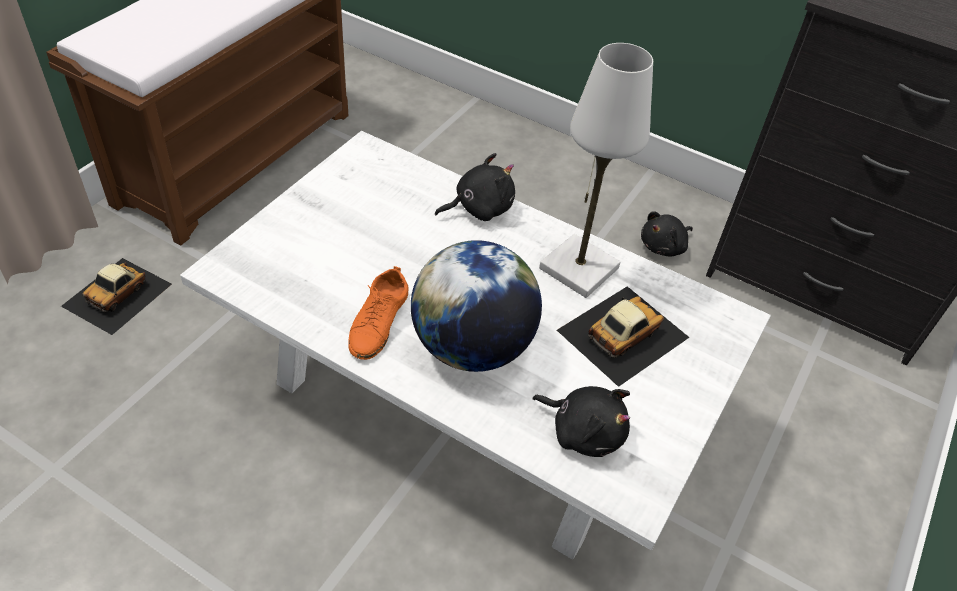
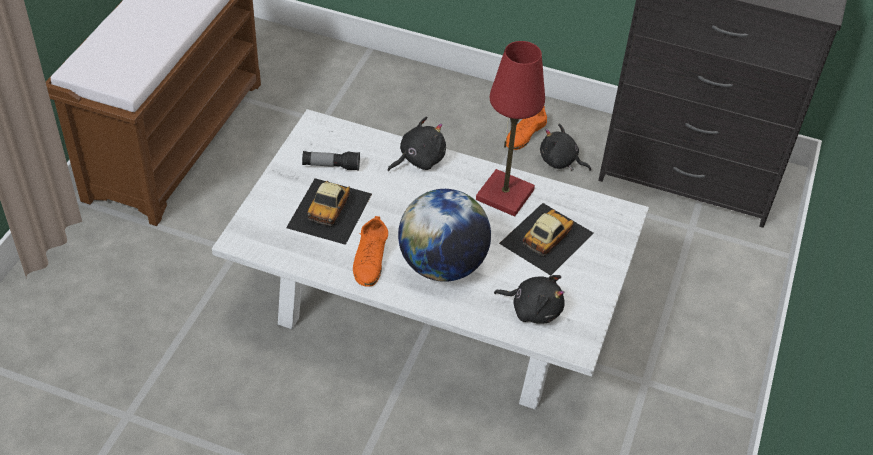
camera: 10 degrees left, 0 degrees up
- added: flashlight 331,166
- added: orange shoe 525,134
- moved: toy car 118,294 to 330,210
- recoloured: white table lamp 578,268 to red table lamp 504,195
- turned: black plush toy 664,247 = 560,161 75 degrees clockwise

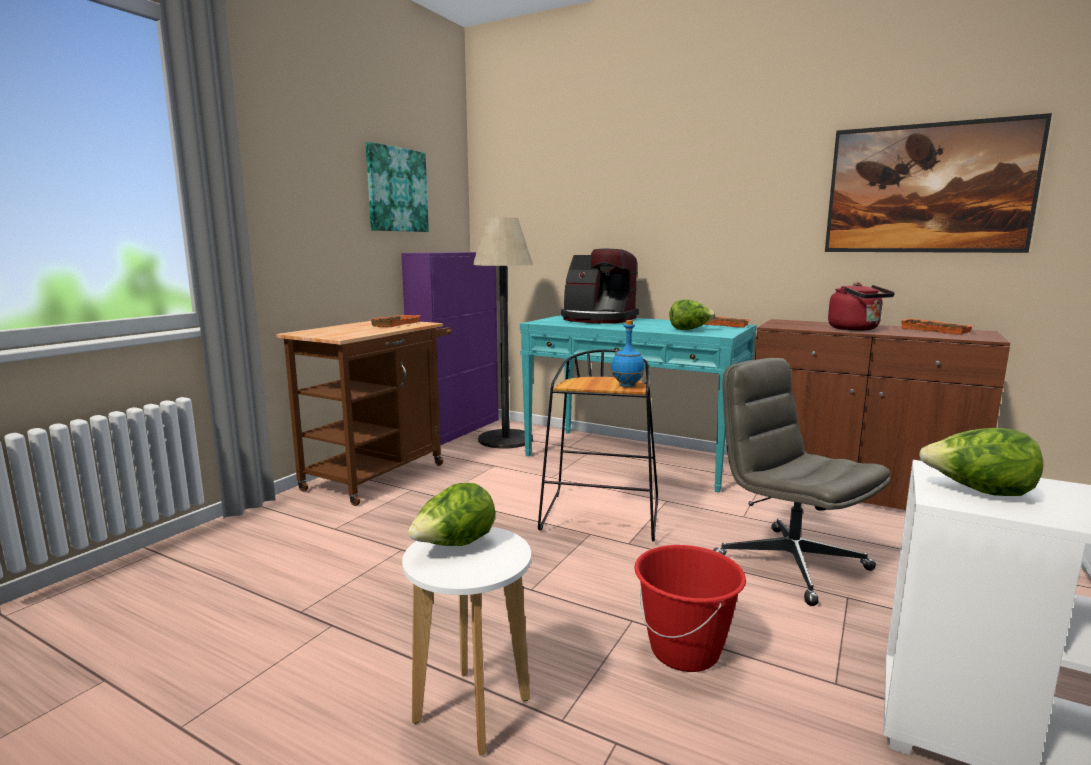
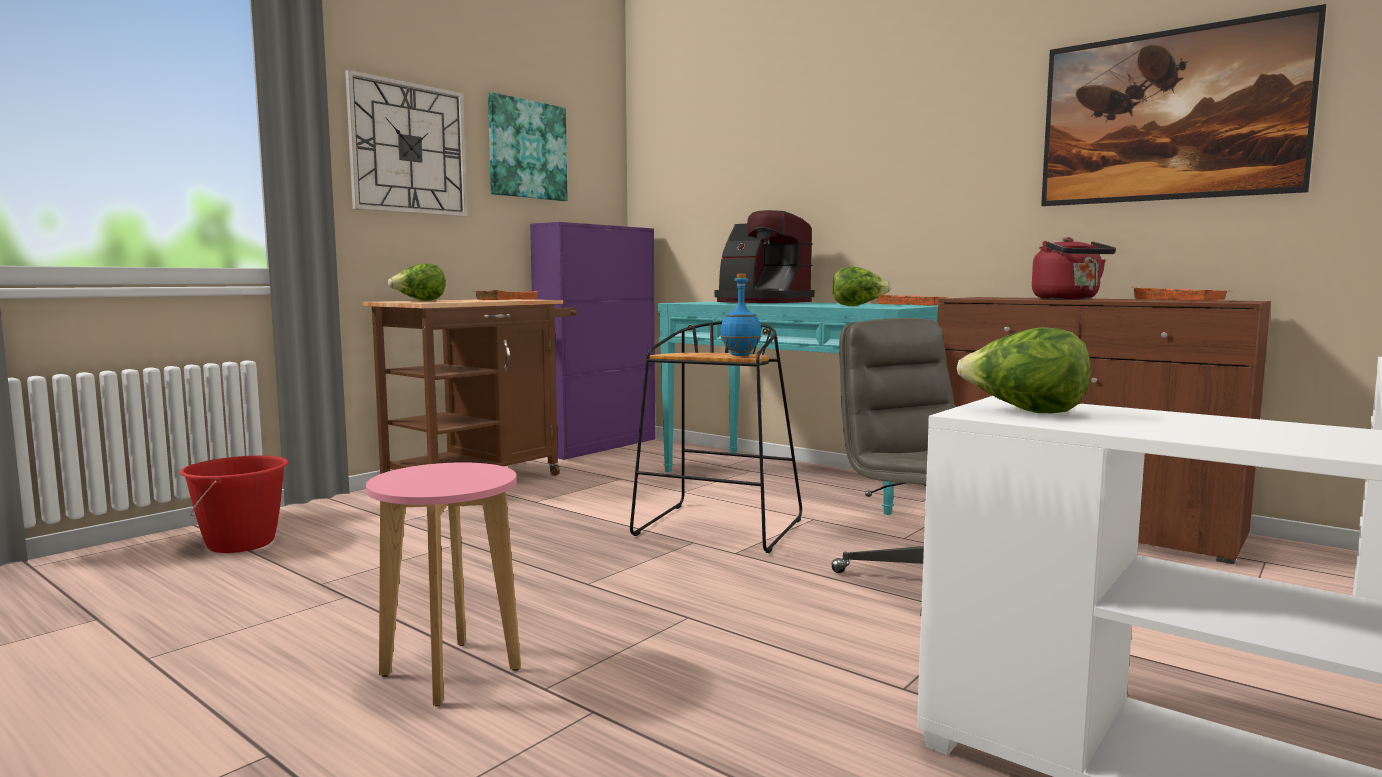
camera: 10 degrees right, 5 degrees down
- removed: floor lamp 505,439
- added: wall clock 408,148
- moved: lettuce 454,545 to 420,300
- moved: red bucket 685,651 to 241,543
- recoloured: white stool 472,711 to pink stool 450,672

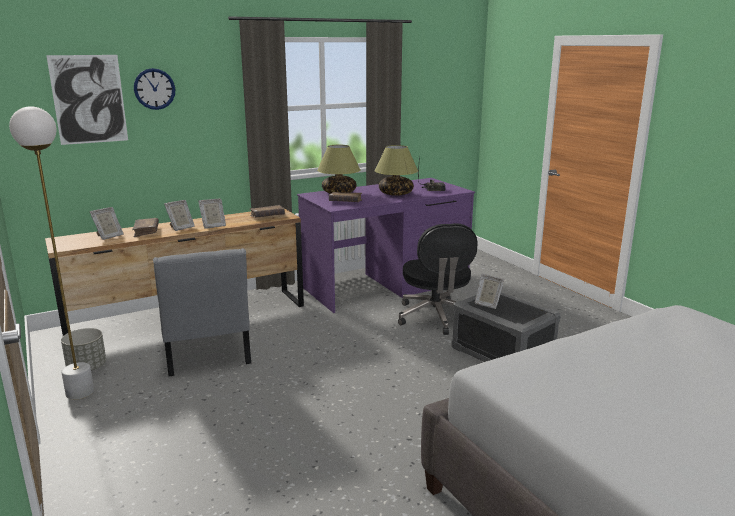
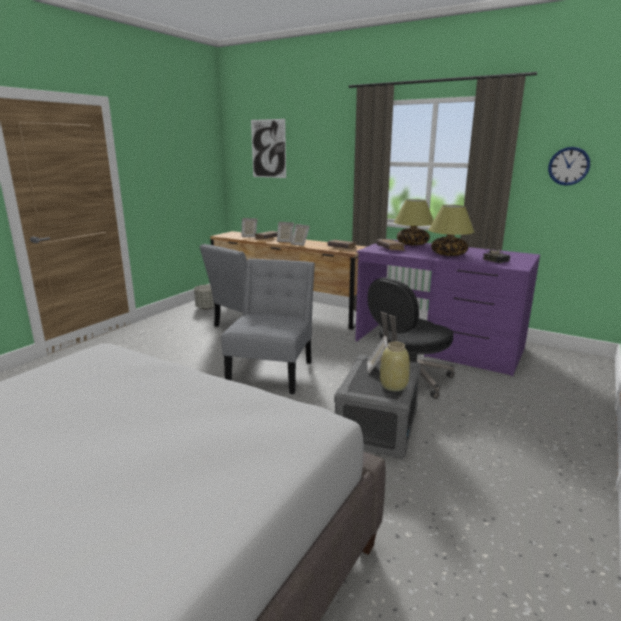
camera: 60 degrees right, 0 degrees up
- removed: white floor lamp 80,392
- added: grey chair 272,371
- added: beige vase 393,385
- moved: wall clock 154,89 to 568,166

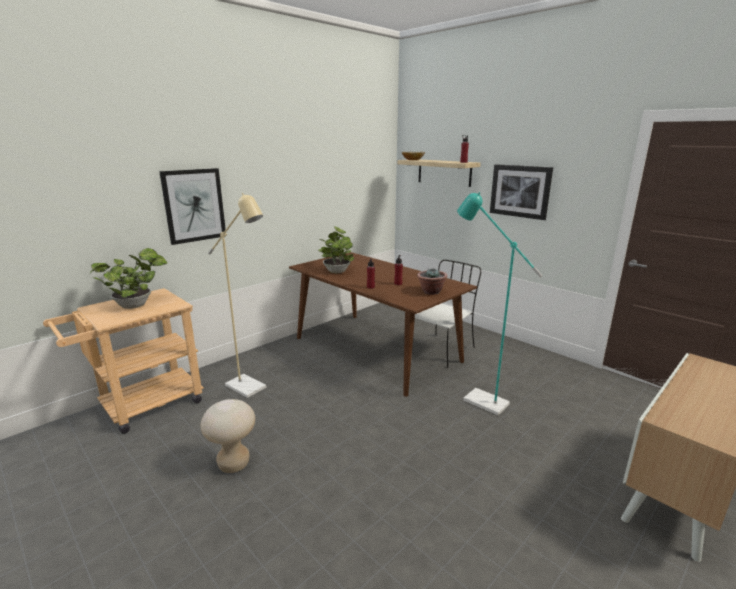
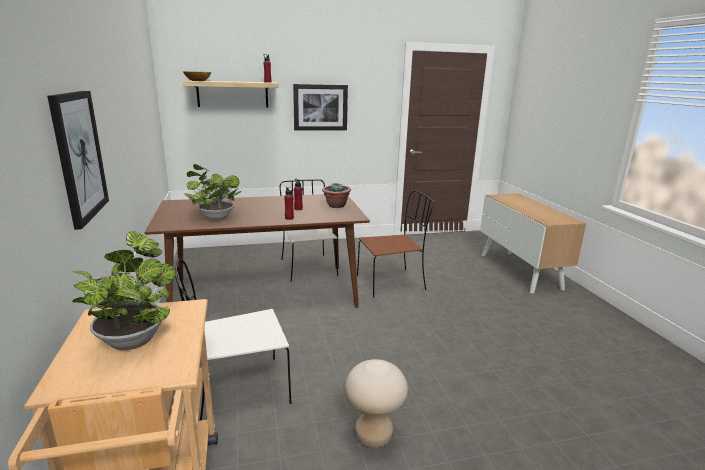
camera: 60 degrees left, 0 degrees up
- replaced: beige floor lamp 250,389 to white chair 238,389
- replaced: turquoise floor lamp 478,399 to brown chair 392,282

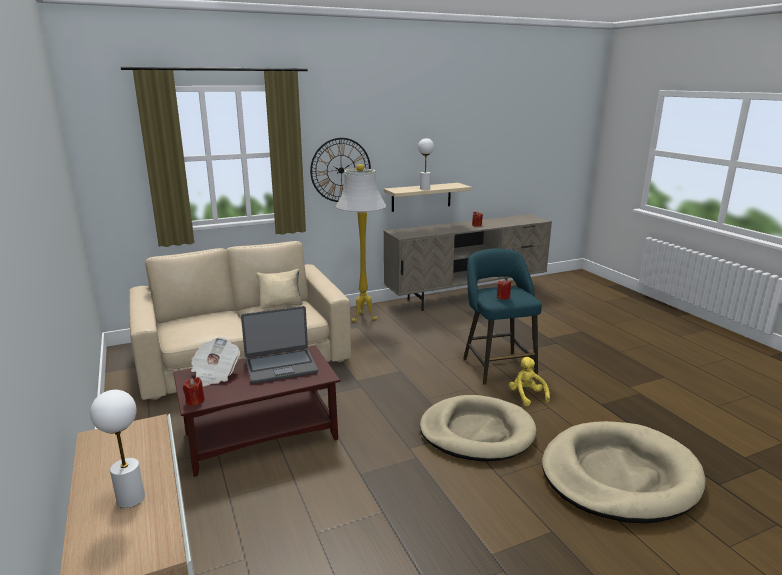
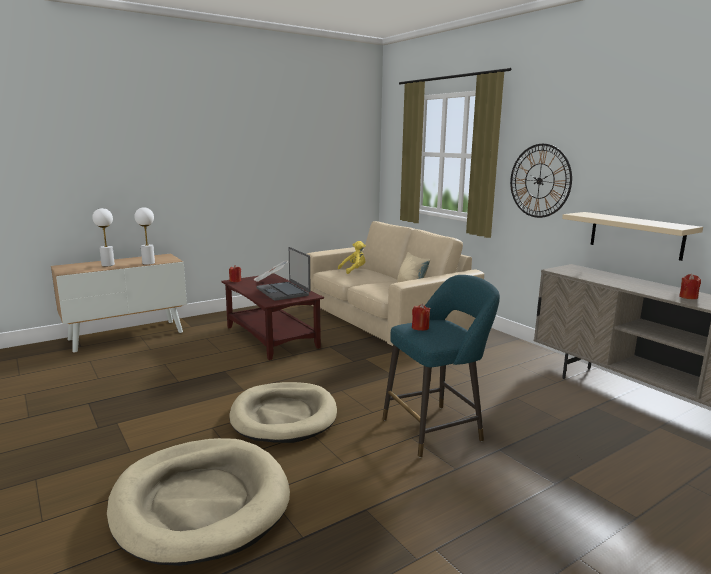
camera: 80 degrees right, 5 degrees down
- removed: white floor lamp 362,318
- moved: white table lamp 424,188 to 148,263
- moved: yellow plush toy 526,396 to 354,270

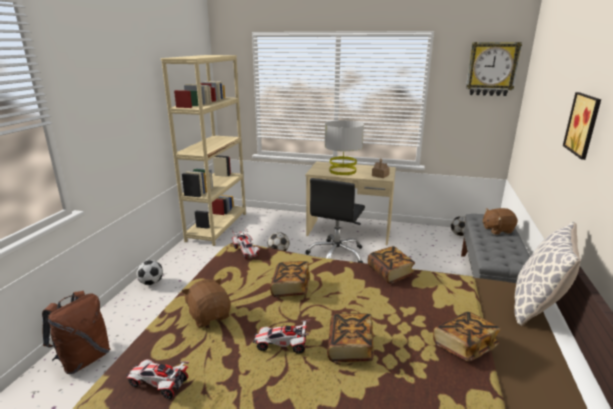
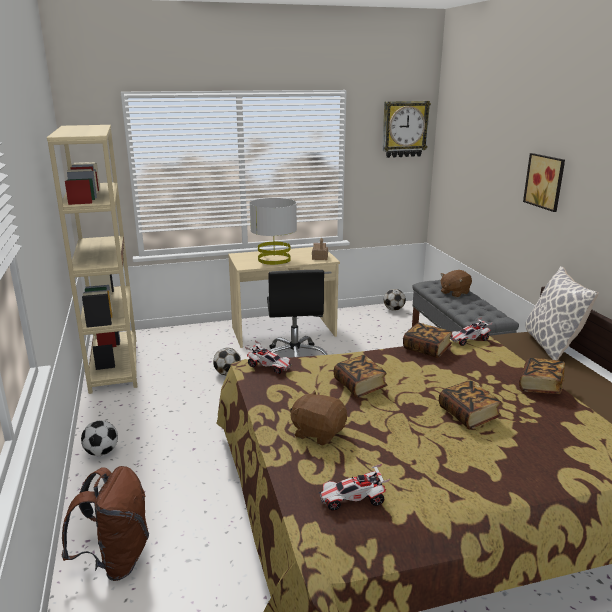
camera: 30 degrees left, 0 degrees up
- moved: toy car 282,345 to 469,340

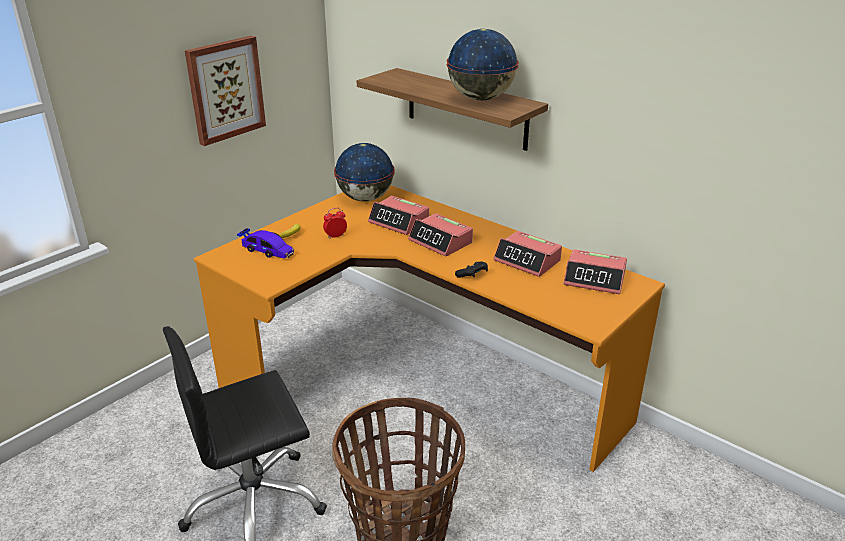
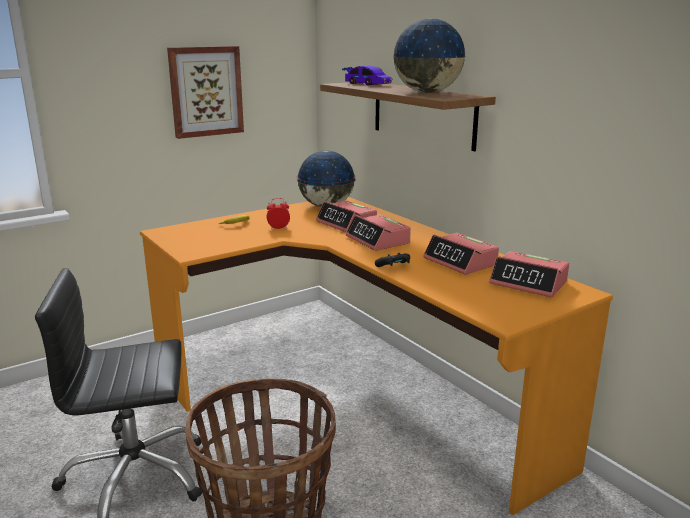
camera: 15 degrees right, 10 degrees down
- moved: toy car 267,251 to 367,84

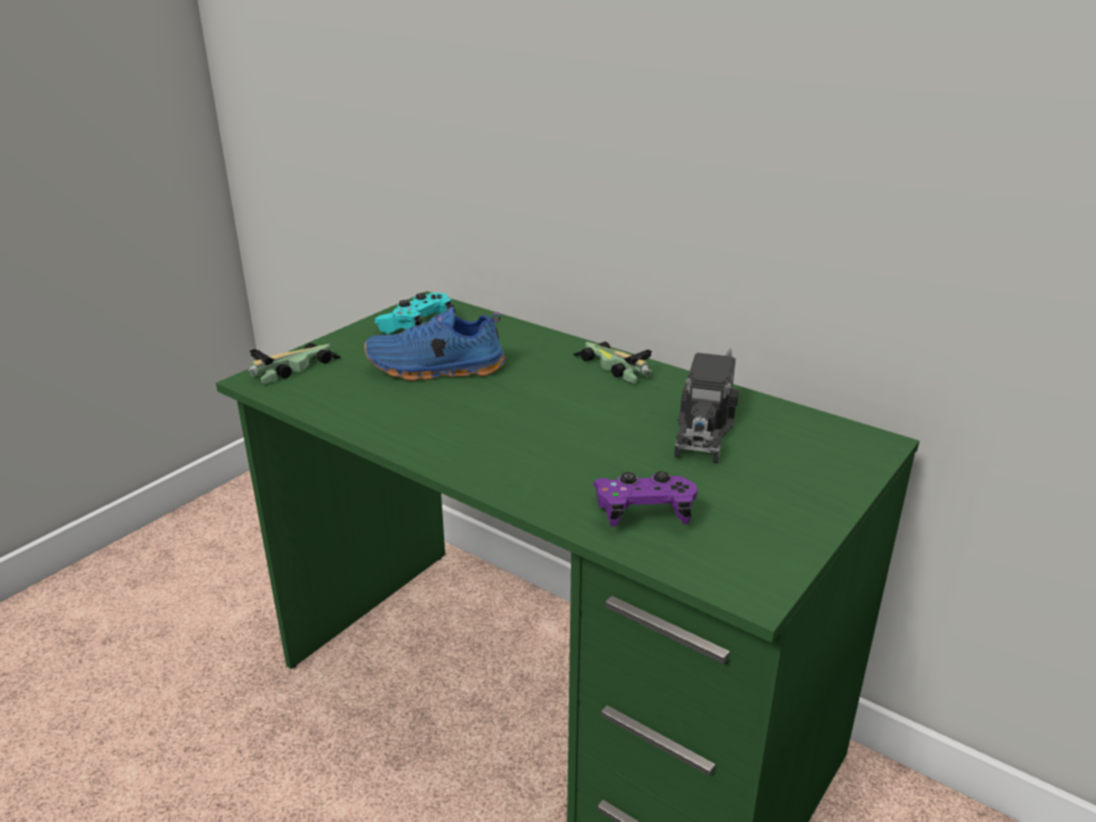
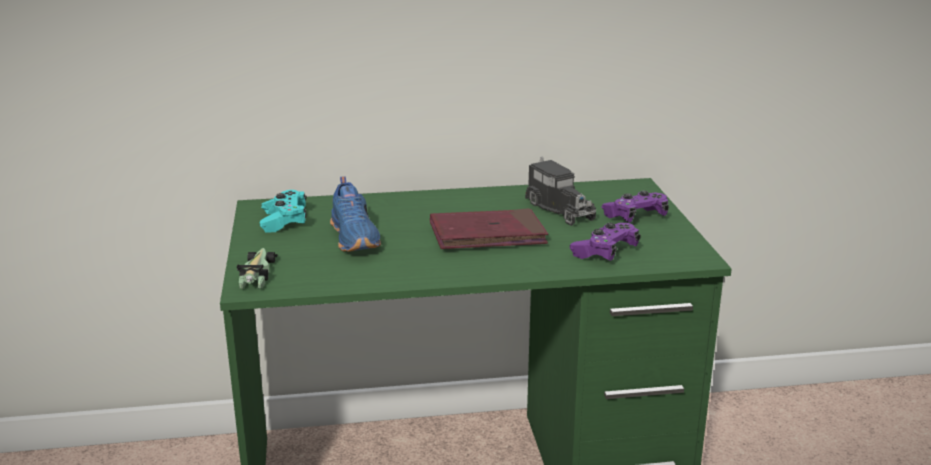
camera: 45 degrees left, 5 degrees down
- removed: toy car 615,367
- added: red book 487,235
- added: purple game controller 635,217
- turned: blue shoe 435,369 = 356,238 60 degrees counterclockwise

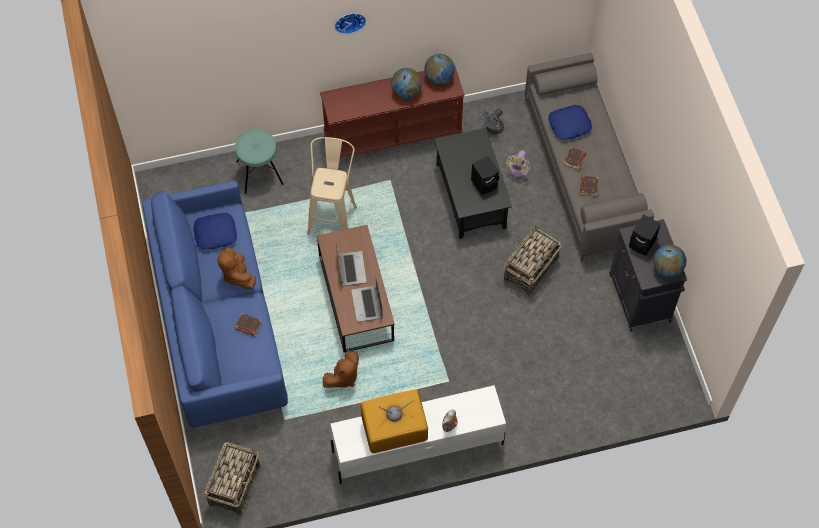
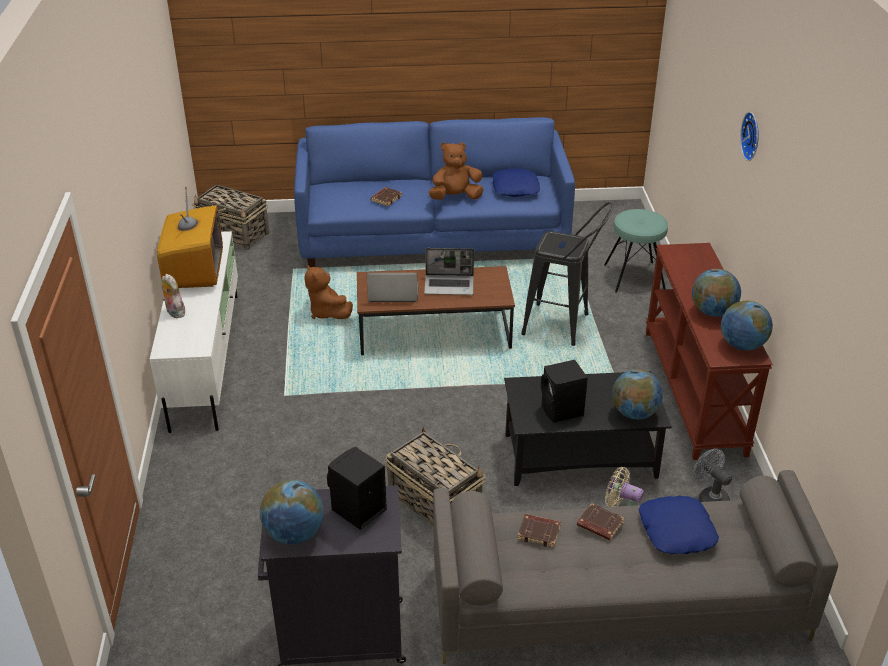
camera: 100 degrees right, 25 degrees down
- added: globe 634,413
- recoloured: beige stool 333,215 to black stool 563,326

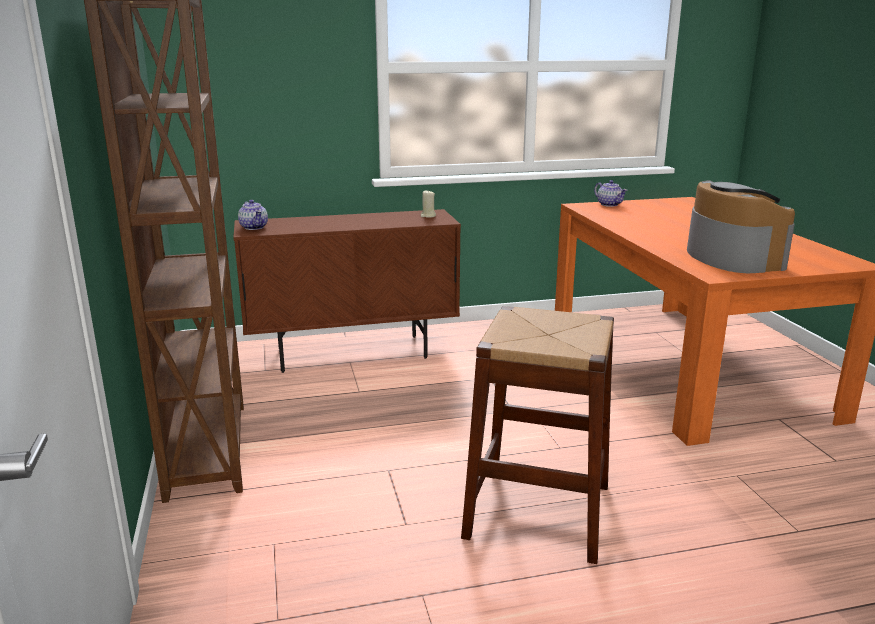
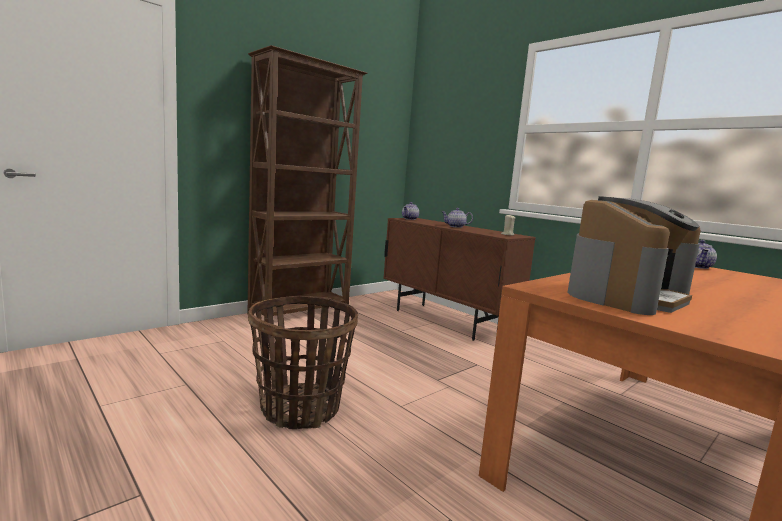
camera: 60 degrees right, 10 degrees down
- added: teapot 455,226
- replaced: brown stool 538,510 to basket 300,408

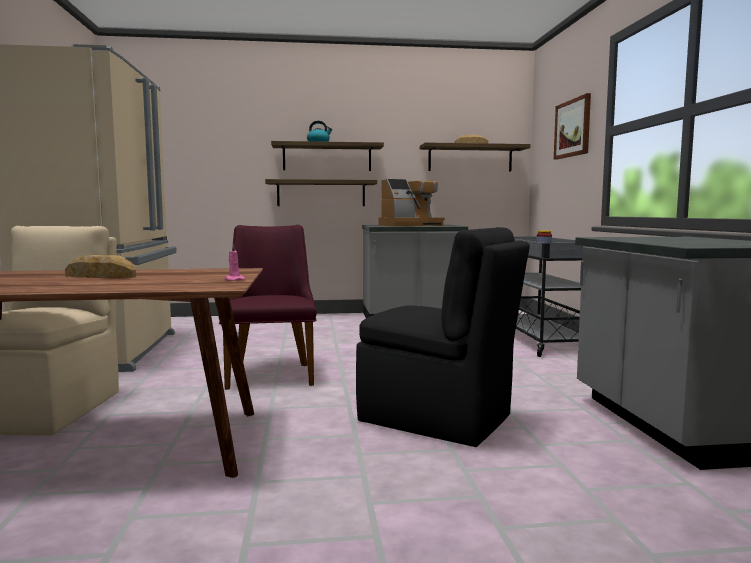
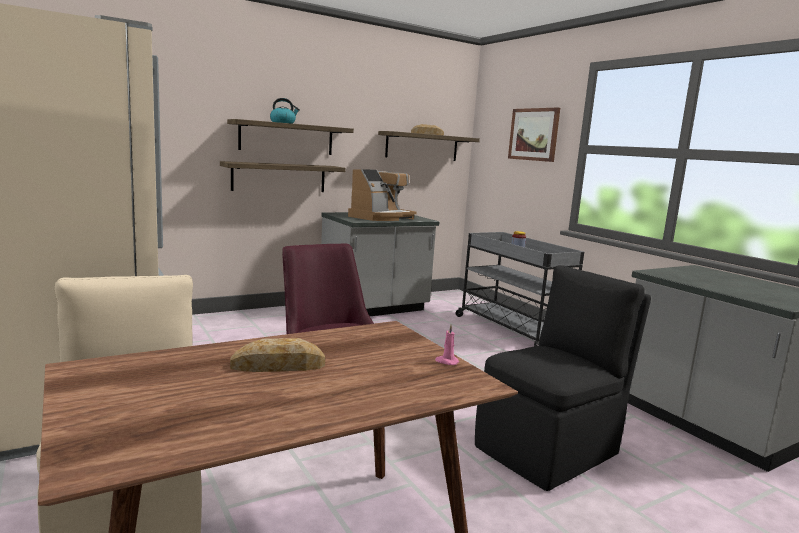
camera: 25 degrees left, 5 degrees up
- turned: black chair 438,419 = 549,449 45 degrees counterclockwise

